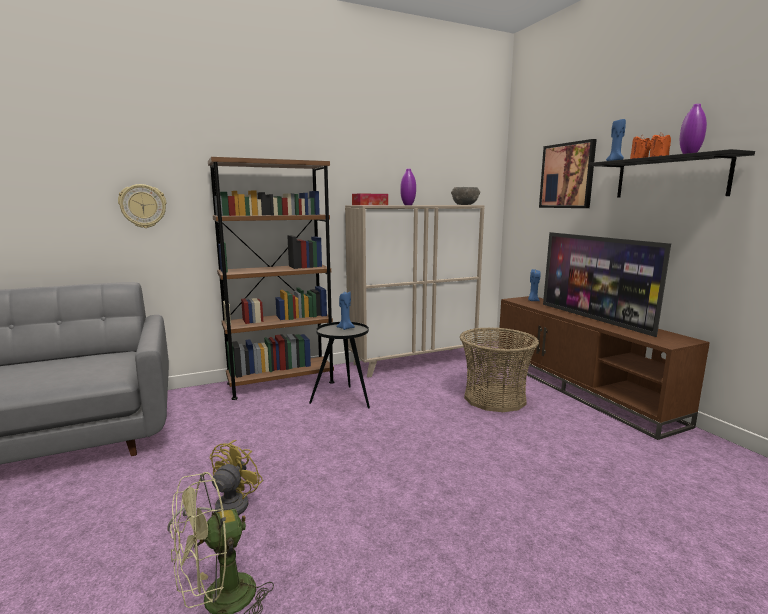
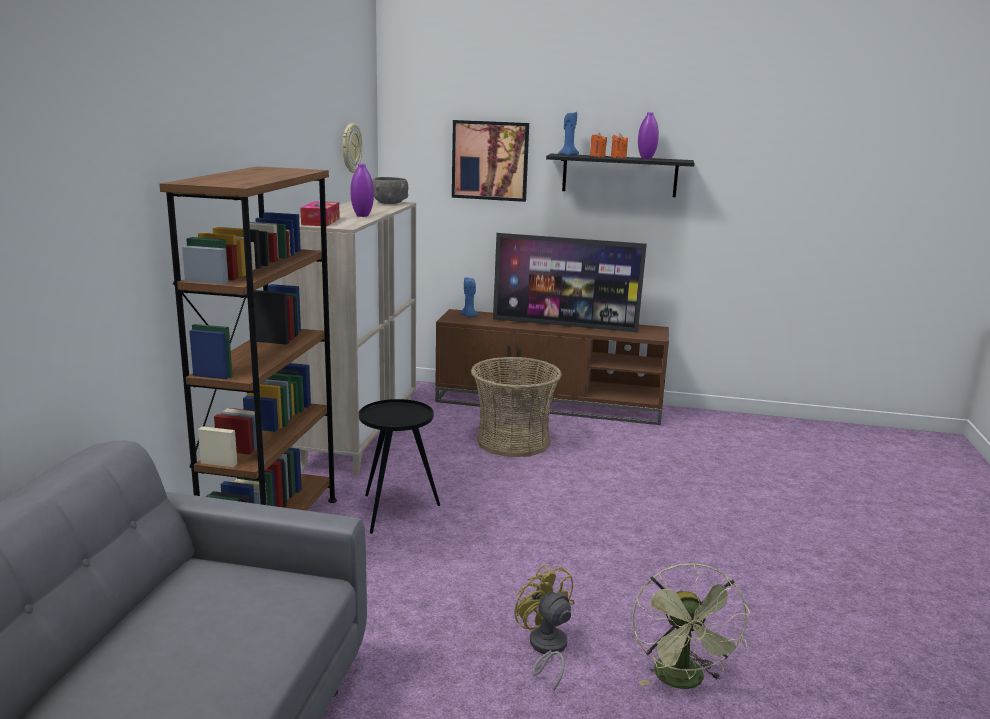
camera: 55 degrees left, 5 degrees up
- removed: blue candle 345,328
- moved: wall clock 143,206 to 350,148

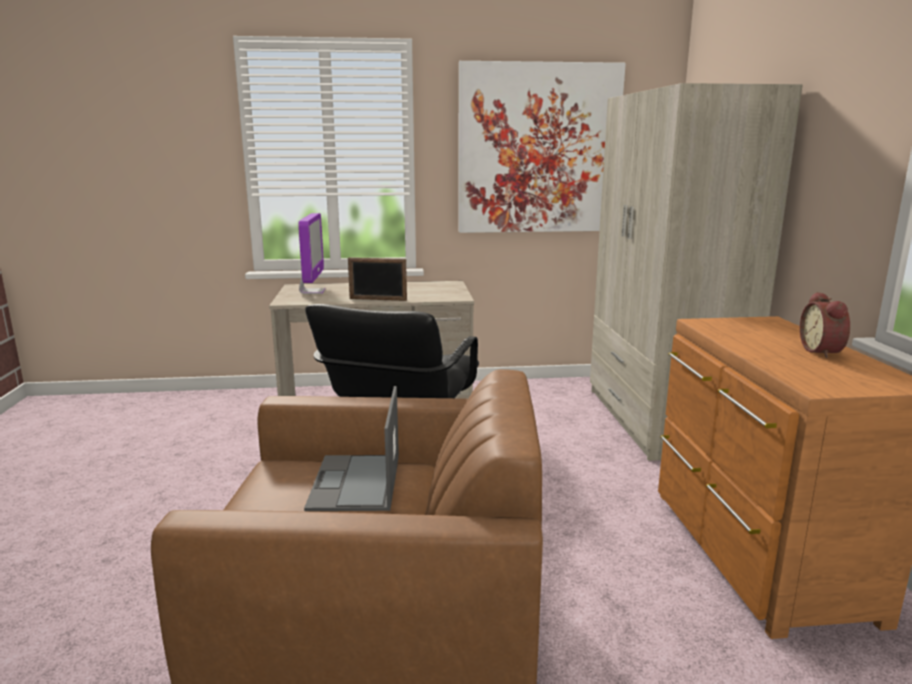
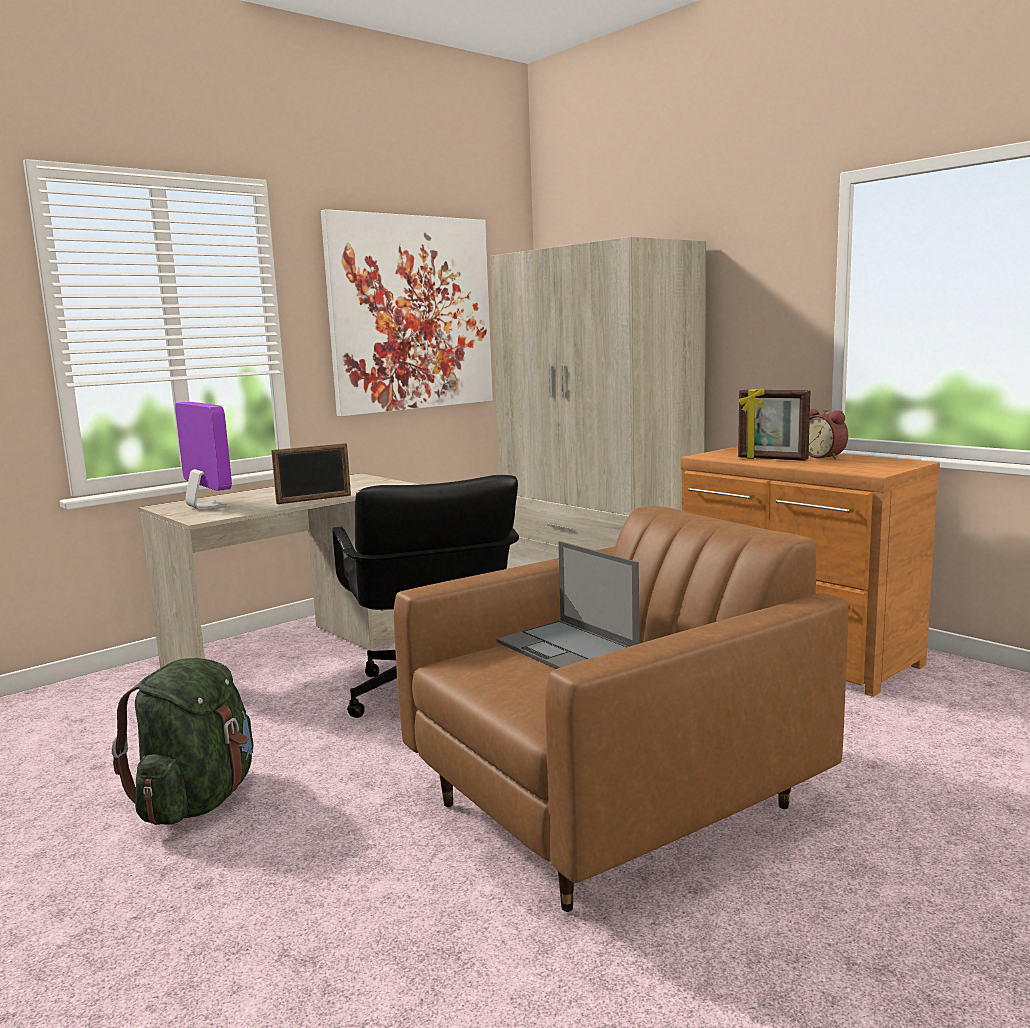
camera: 35 degrees left, 5 degrees down
- added: green backpack 198,800
- added: picture frame 772,459

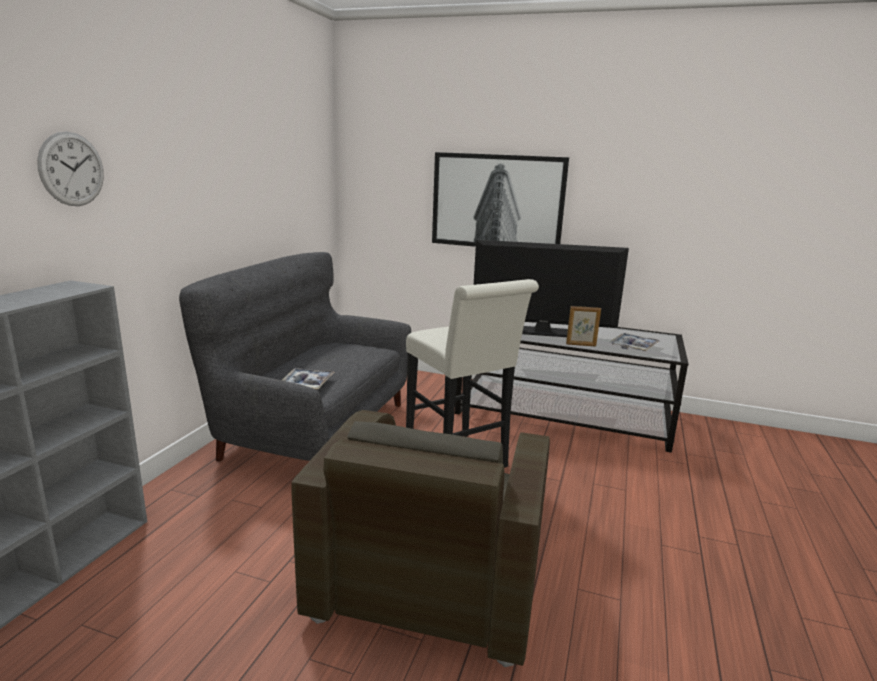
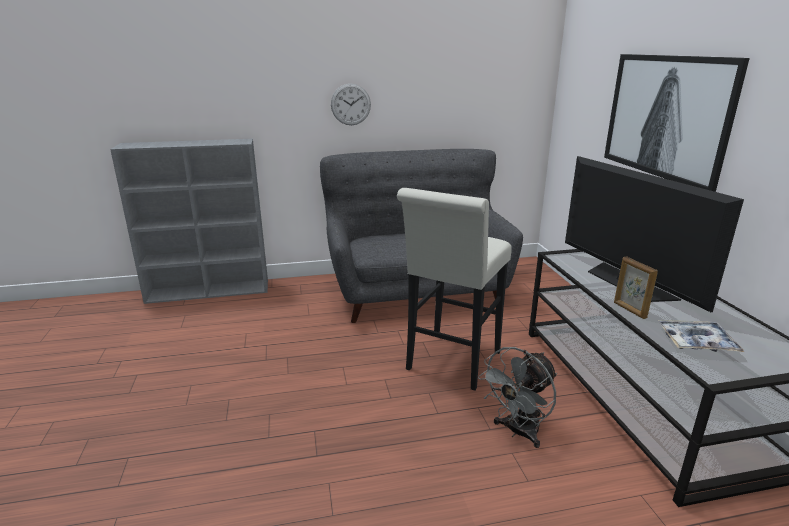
camera: 60 degrees right, 5 degrees up
- removed: tray 306,384
- removed: brown armchair 432,575
- added: grey fan 517,432
- moved: wall clock 72,169 to 350,104

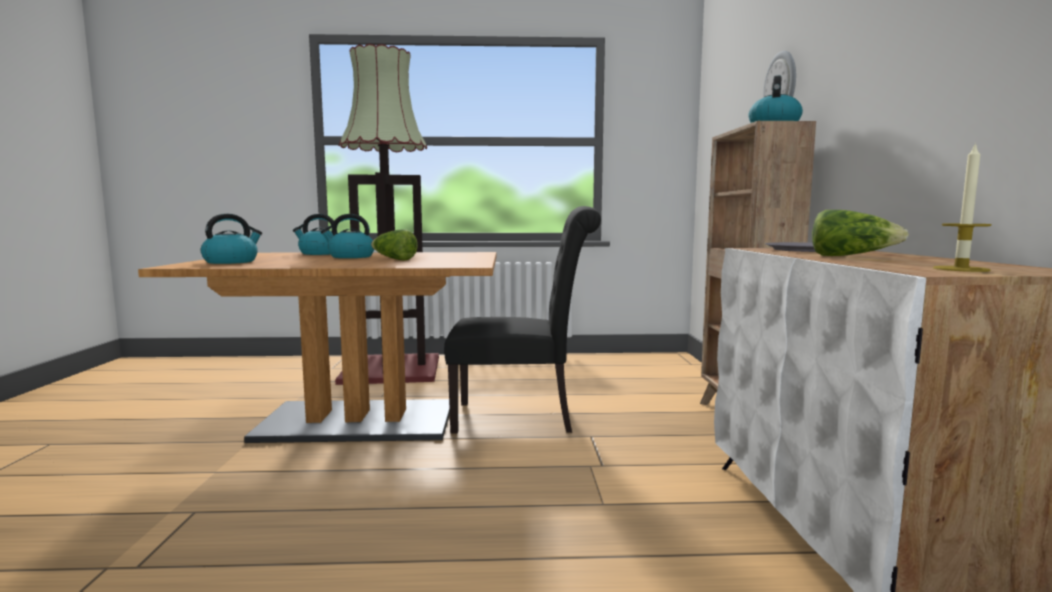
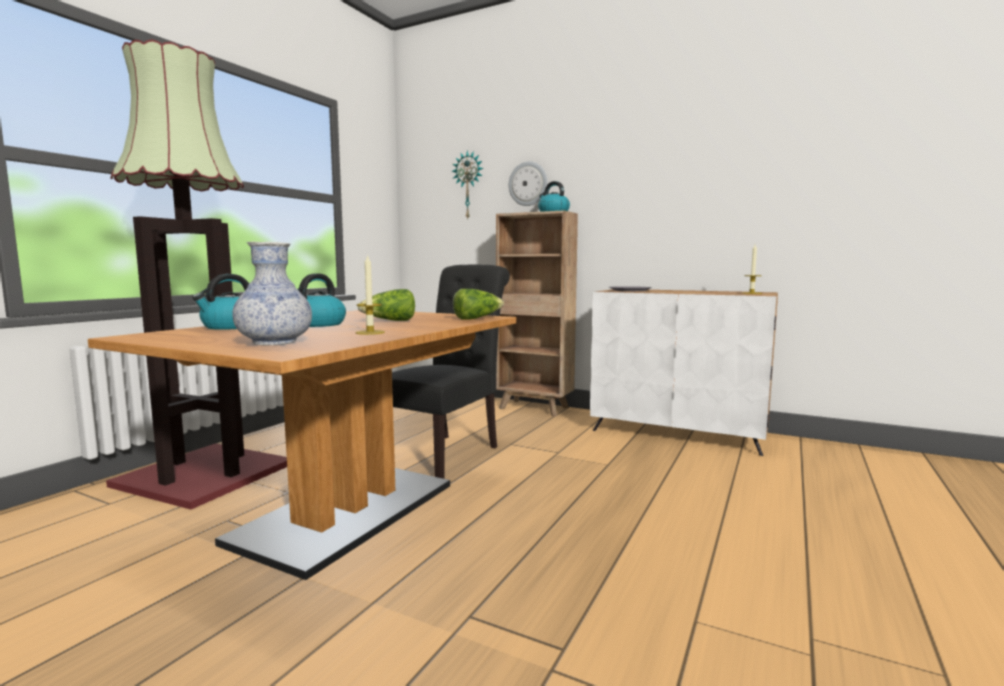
camera: 60 degrees left, 0 degrees up
- added: candle 370,332
- added: wall clock 469,185
- moved: lettuce 850,256 to 477,318
- replaced: kettle 231,262 to vase 274,342

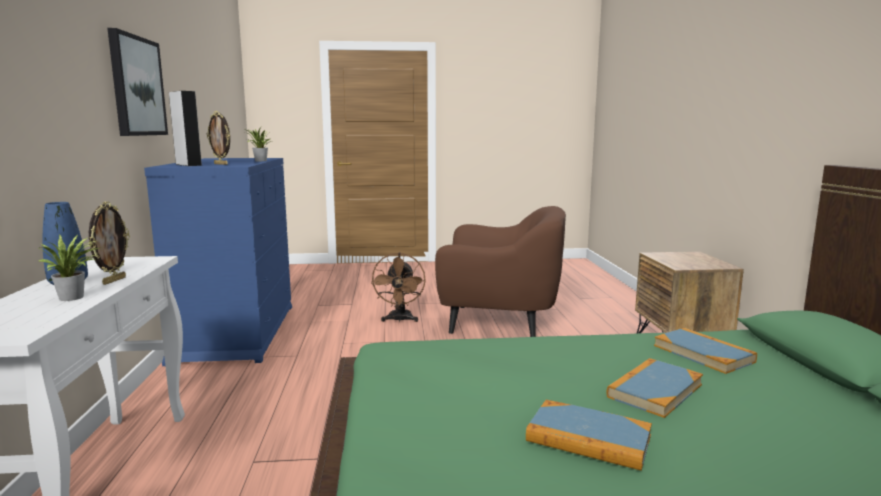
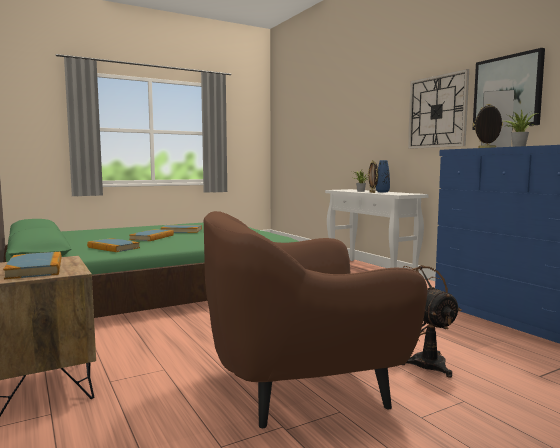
camera: 155 degrees right, 5 degrees down
- added: book 35,269
- added: wall clock 437,112

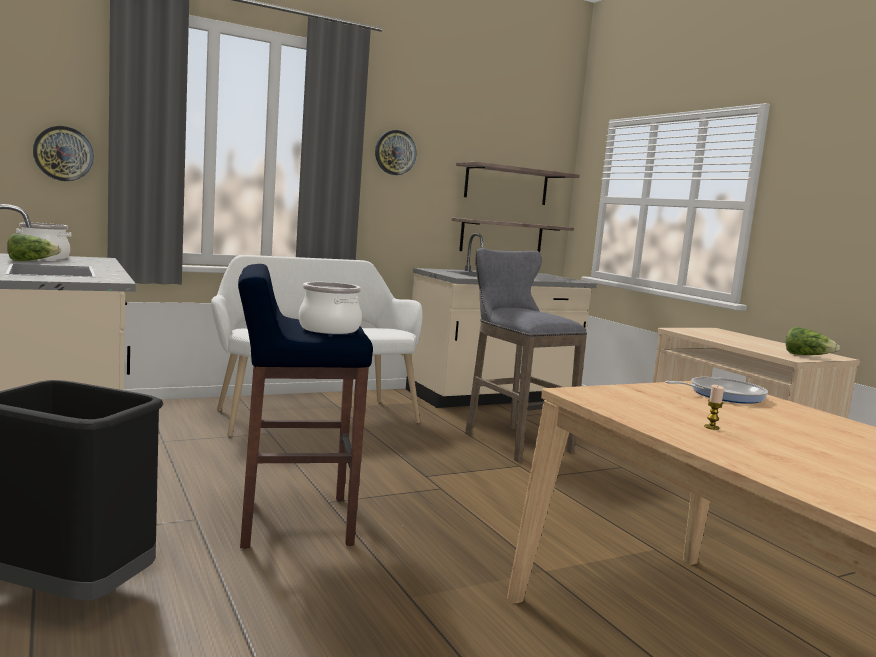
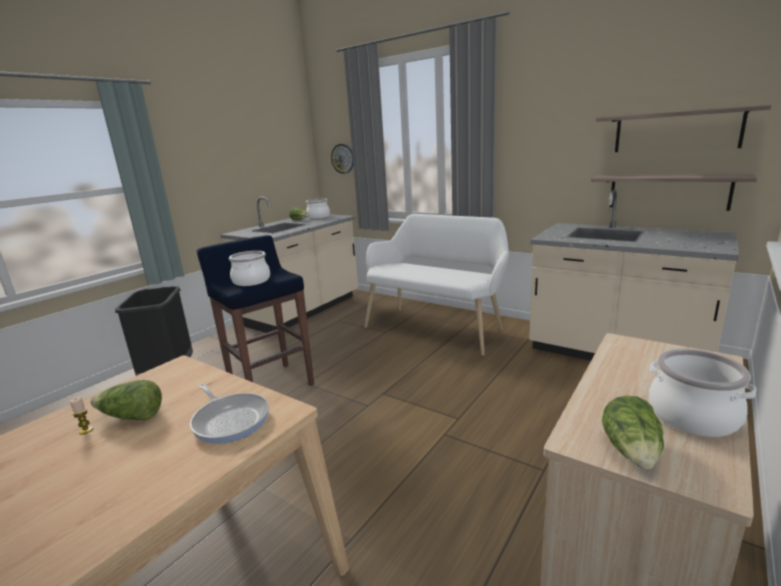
camera: 65 degrees right, 10 degrees up
- removed: wall clock 395,152
- removed: grey stool 512,441
- added: lettuce 132,417
- added: cooking pot 692,416

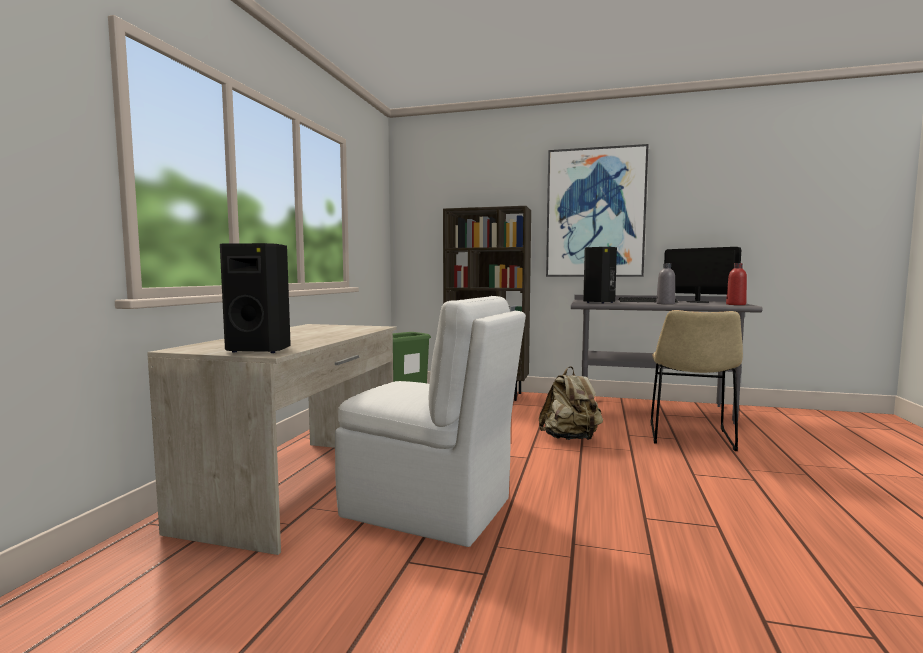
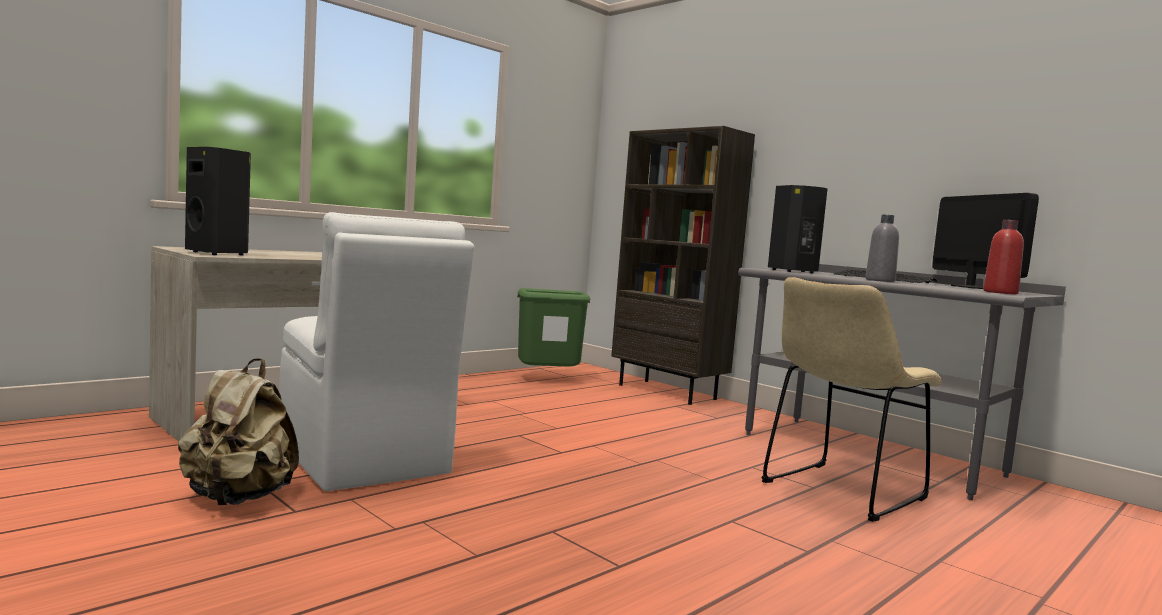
camera: 30 degrees right, 0 degrees up
- removed: picture 595,213
- moved: beige backpack 570,439 to 238,498

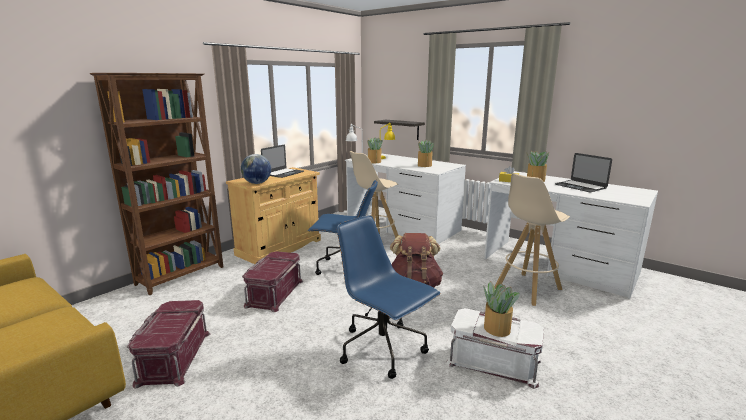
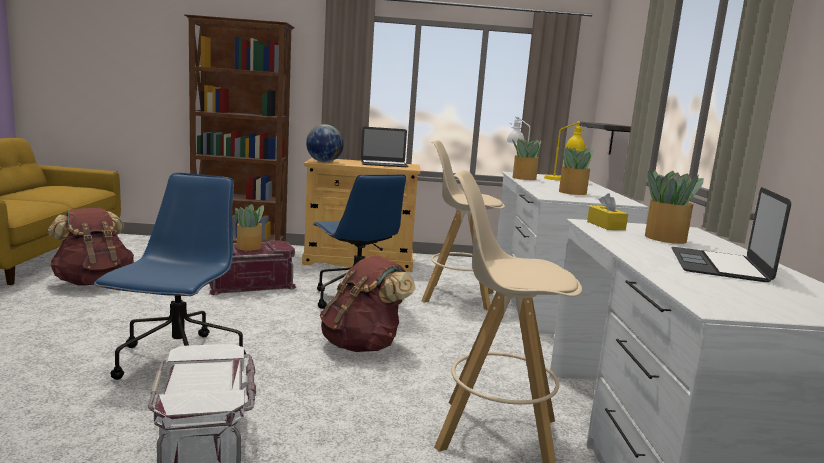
camera: 50 degrees right, 5 degrees down
- moved: potted plant 496,328 to 249,247
- replaced: red storage box 173,357 to brown backpack 93,282

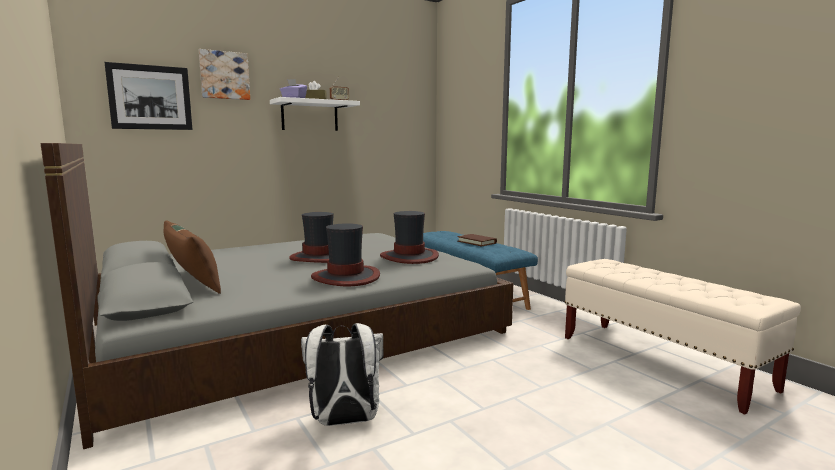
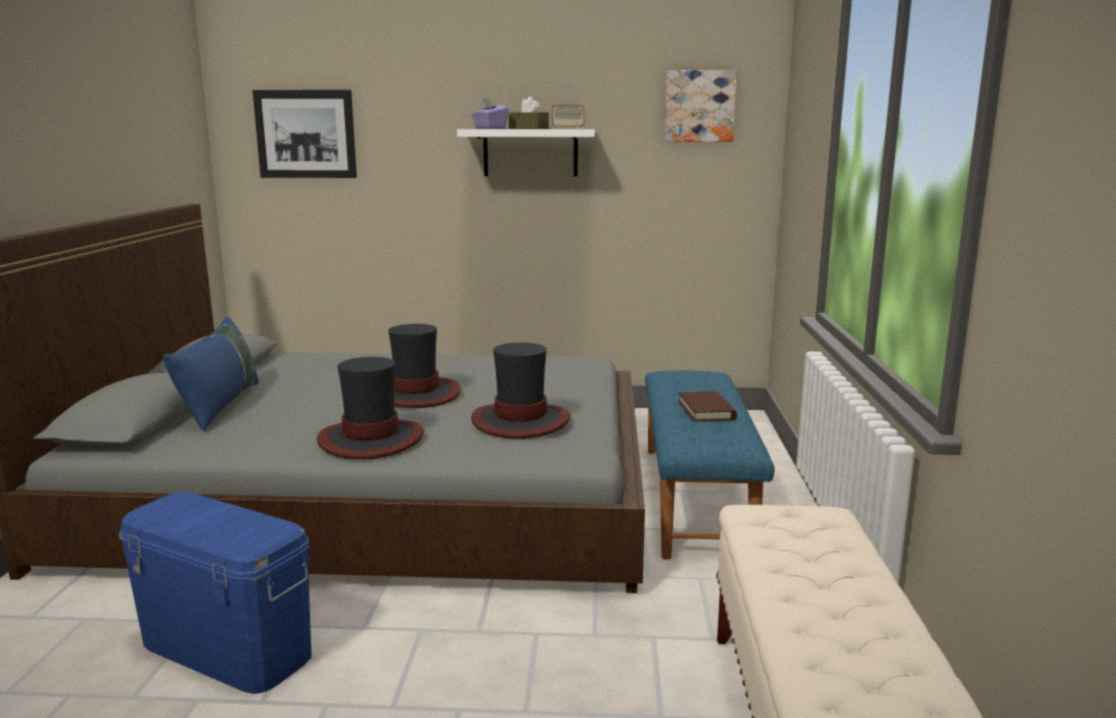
camera: 35 degrees right, 5 degrees up
- moved: picture 224,75 to 699,106
- replaced: white backpack 344,421 to blue storage box 226,649
- recoloured: brown pillow 193,282 to blue pillow 220,405

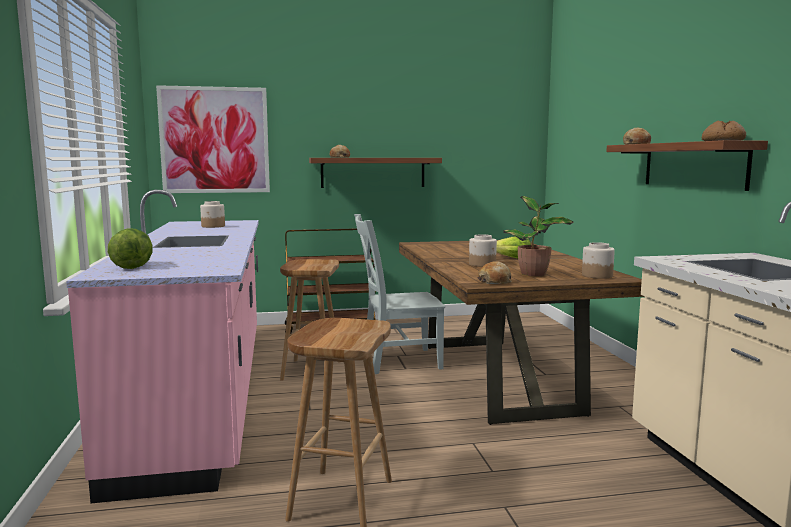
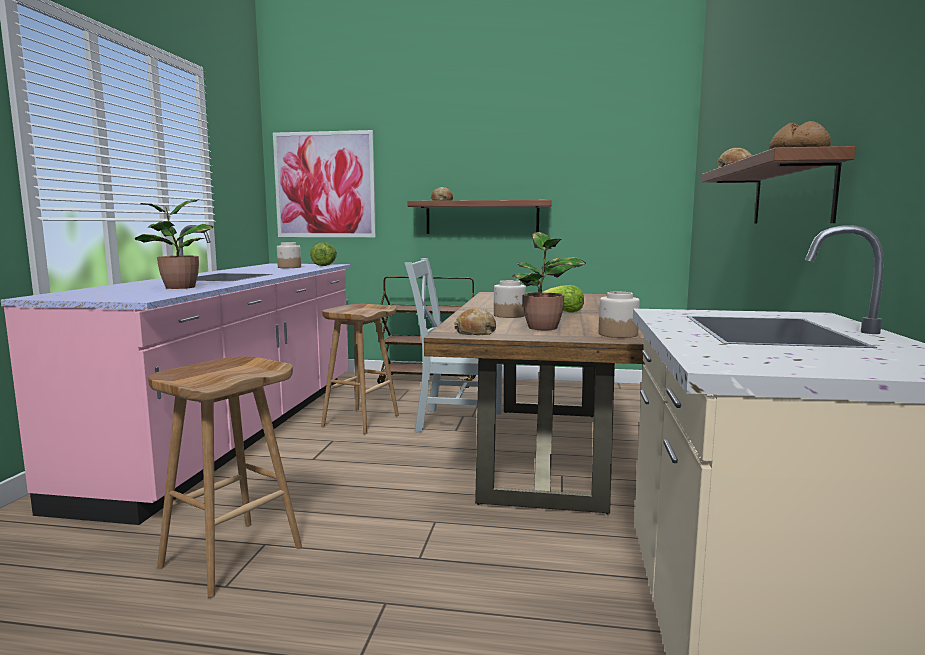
camera: 20 degrees right, 0 degrees up
- added: potted plant 178,287
- moved: lettuce 133,266 to 325,265

